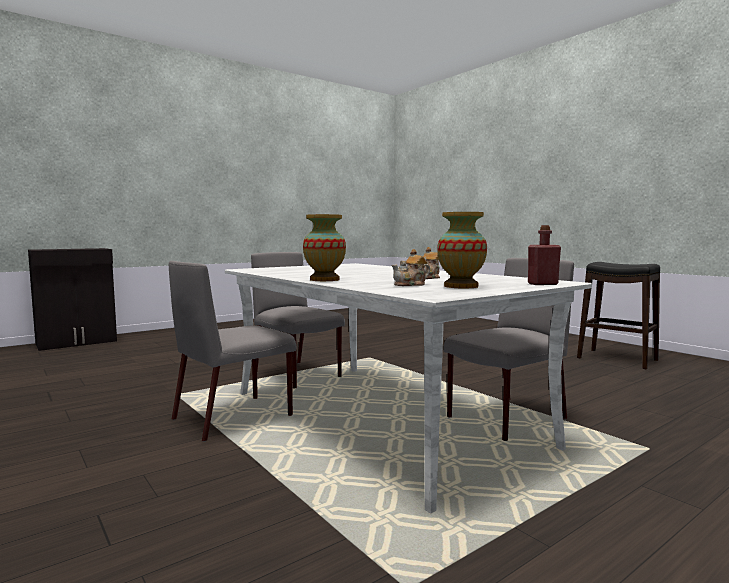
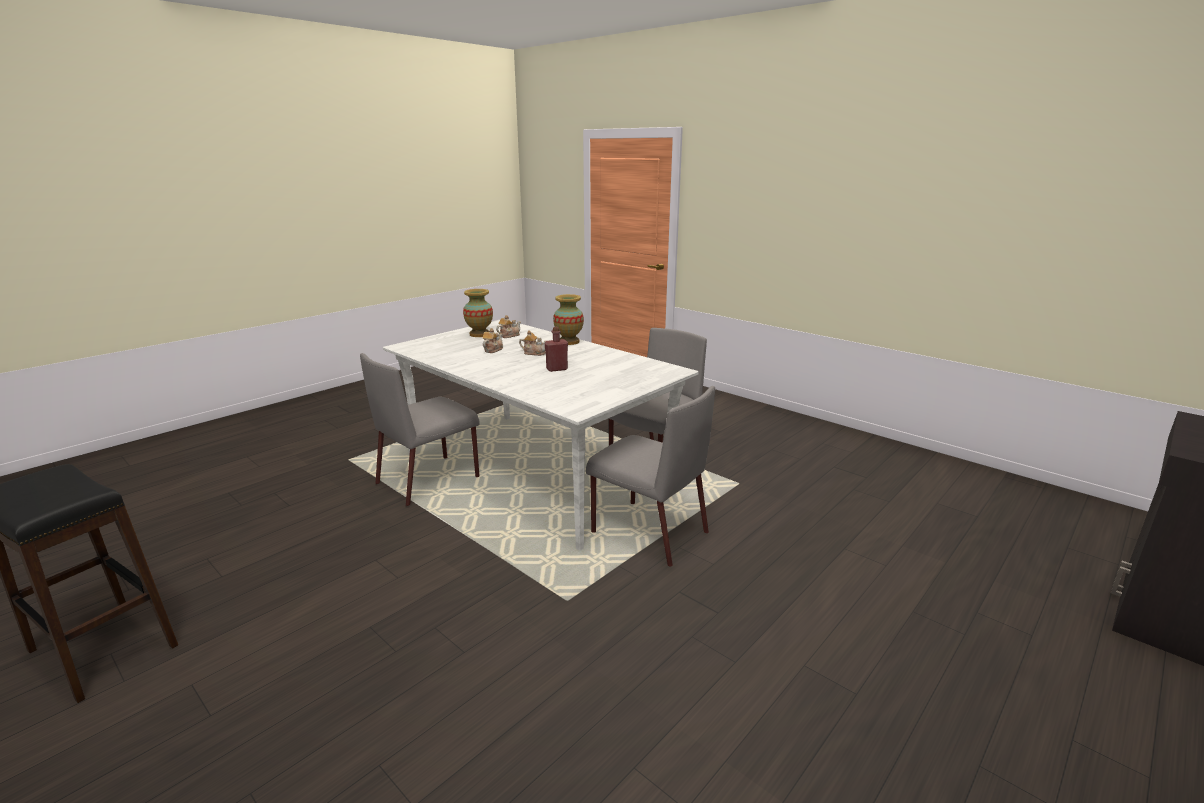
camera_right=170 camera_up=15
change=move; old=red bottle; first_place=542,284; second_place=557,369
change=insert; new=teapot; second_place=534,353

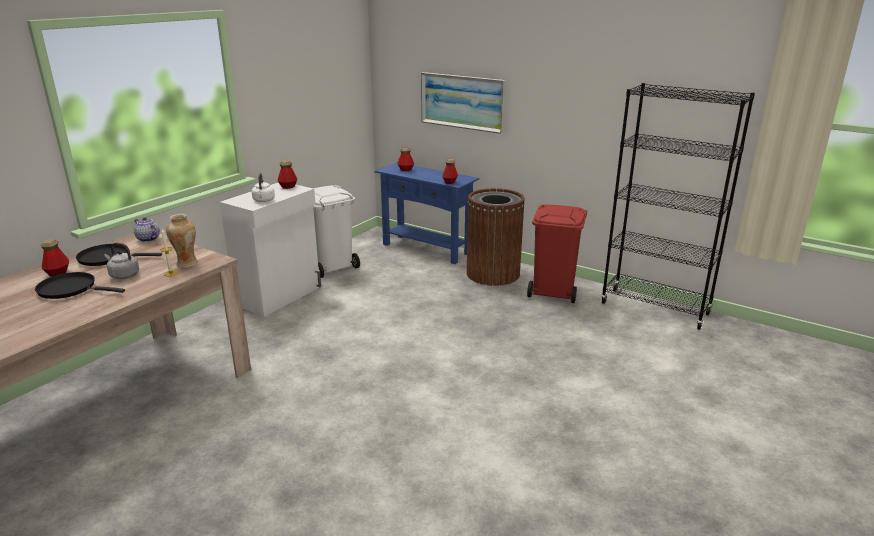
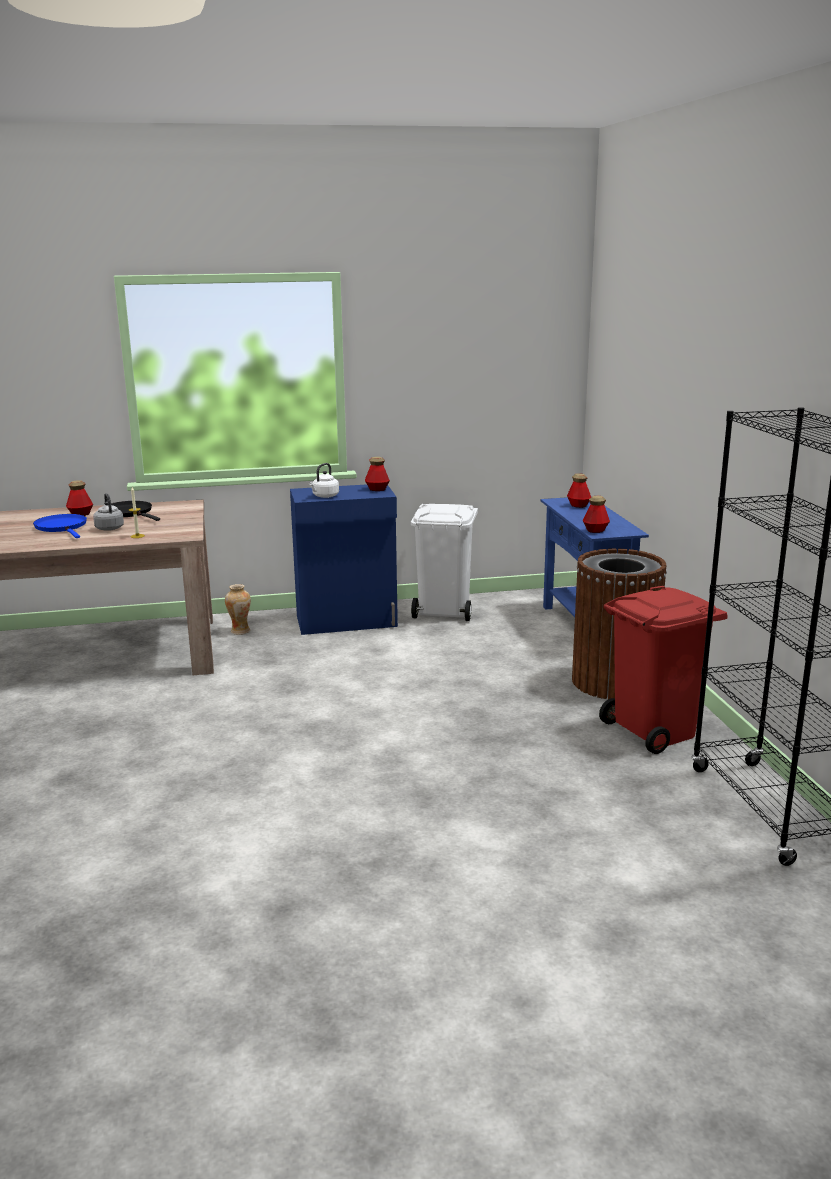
camera_right=45 camera_up=-5
change=delete; old=picture; first_place=462,101
change=recolor; old=white cabinet; new=blue cabinet; first_place=280,296; second_place=347,621
change=move; old=vase; first_place=187,263; second_place=240,631
change=delete; old=teapot; first_place=147,239
change=recolor; old=black frying pan; new=blue frying pan; first_place=71,289; second_place=62,527

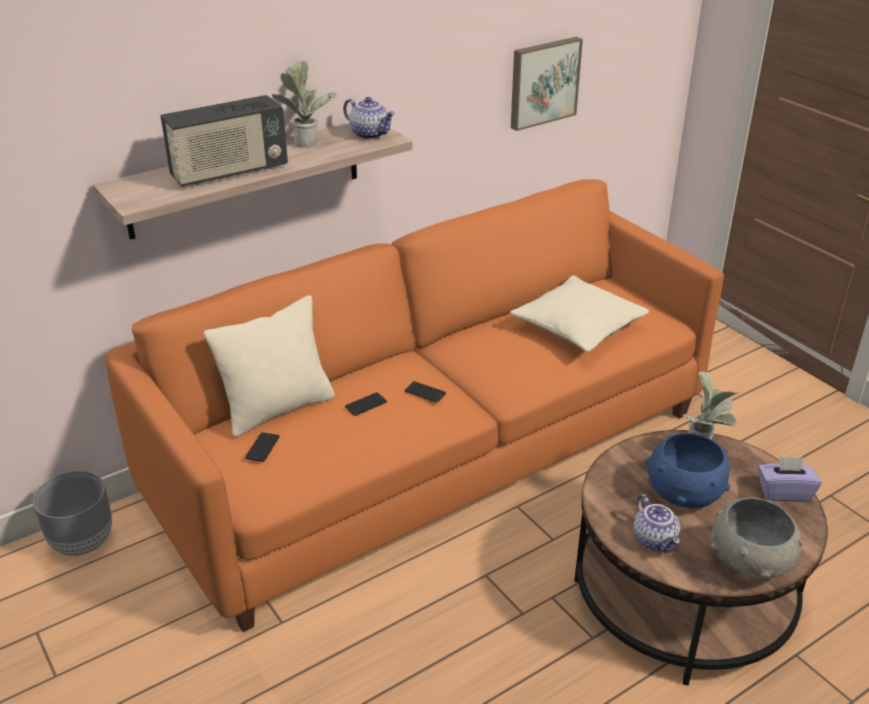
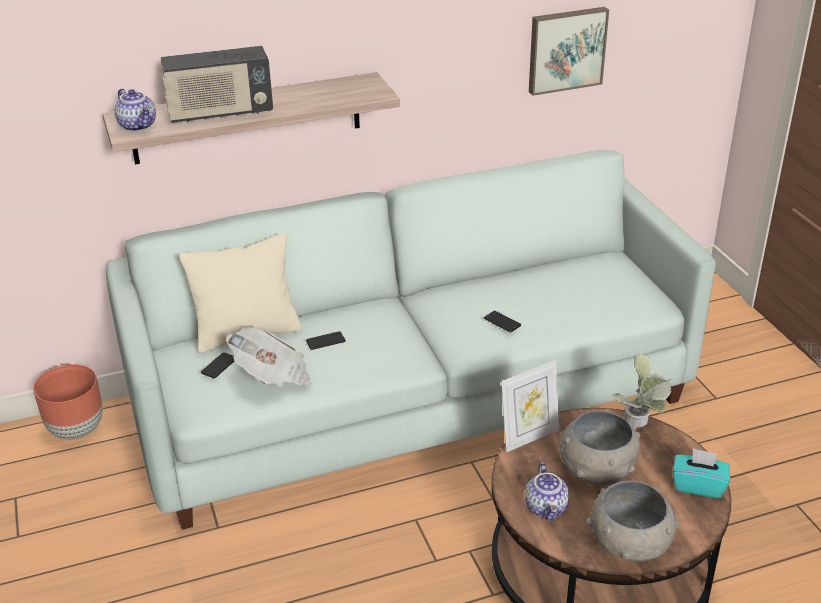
camera_right=15 camera_up=0
change=delete; old=potted plant; first_place=306,141
change=move; old=teapot; first_place=370,134; second_place=139,126
change=recolor; old=orange sofa; new=white sofa; first_place=434,454; second_place=412,401
change=delete; old=beige pillow; first_place=578,327
change=move; old=phone; first_place=425,392; second_place=502,322
change=recolor; old=blue bowl; new=grey bowl; first_place=684,493; second_place=596,470
change=recolor; old=purple tissue box; new=turquoise tissue box; first_place=784,492; second_place=698,485
change=recolor; old=grey planter; new=brown planter; first_place=83,543; second_place=77,429
change=insert; new=newspaper; second_place=273,376
change=insert; new=picture frame; second_place=528,437

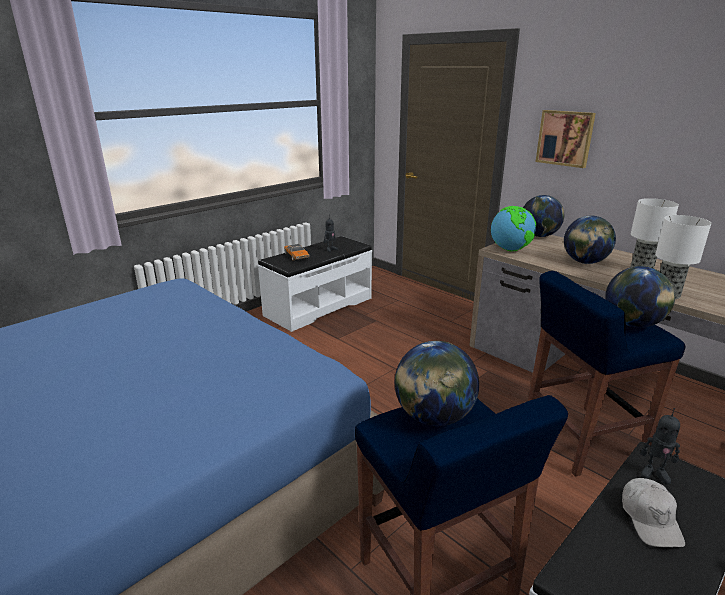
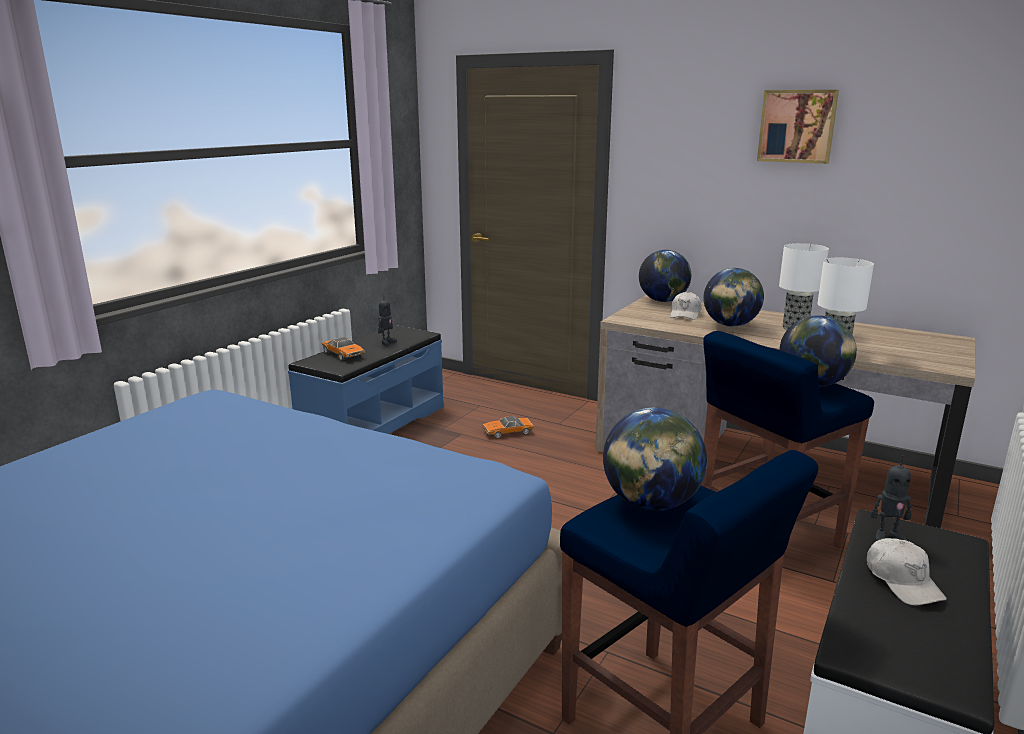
camera_right=-15 camera_up=-5
change=move; old=picture; first_place=565,138; second_place=797,126
change=delete; old=globe; first_place=510,250
change=recolor; old=white bench; new=blue bench; first_place=318,306; second_place=373,425
change=insert; new=white cap; second_place=685,314
change=insert; new=toy car; second_place=507,432

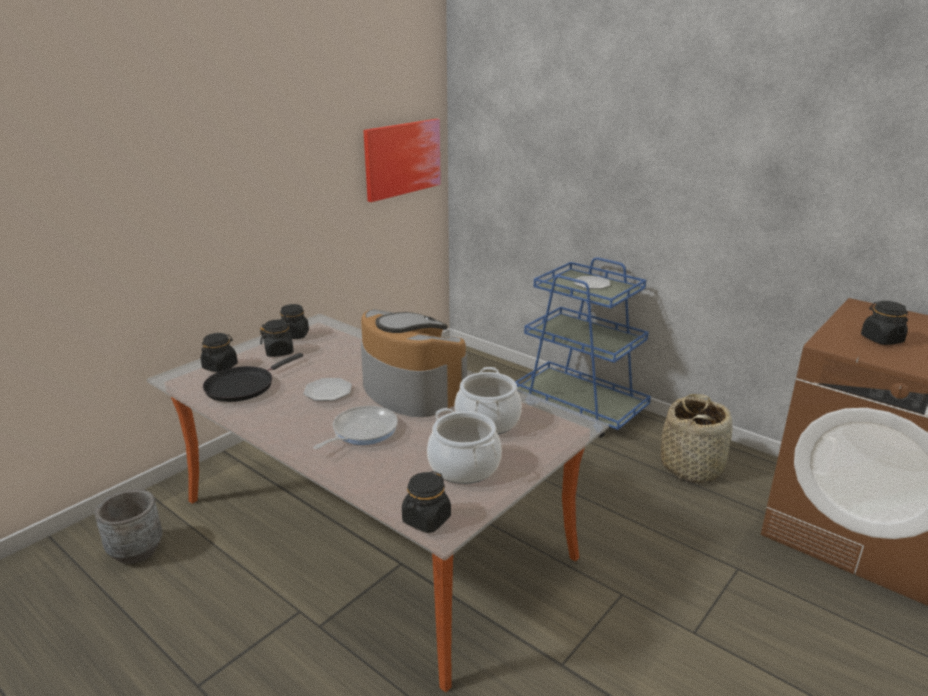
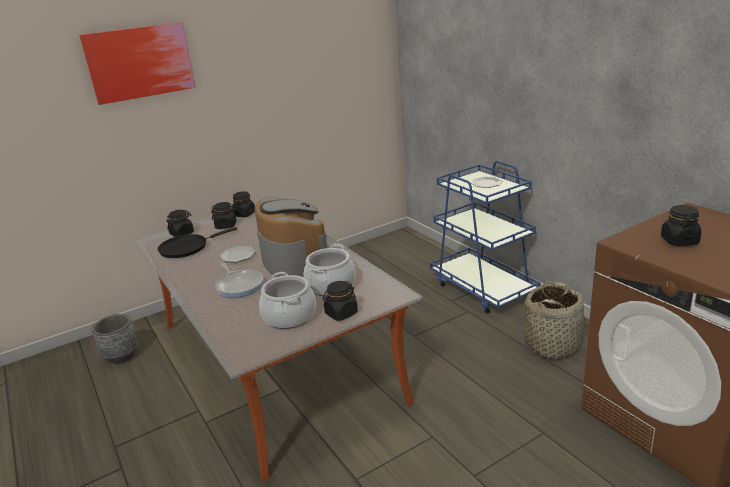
camera_right=20 camera_up=0
change=move; old=picture; first_place=402,158; second_place=140,62
change=rotate; old=frying pan; first_place=362,431; second_place=239,285; degrees=90
change=move; old=black jar; first_place=426,520; second_place=341,313

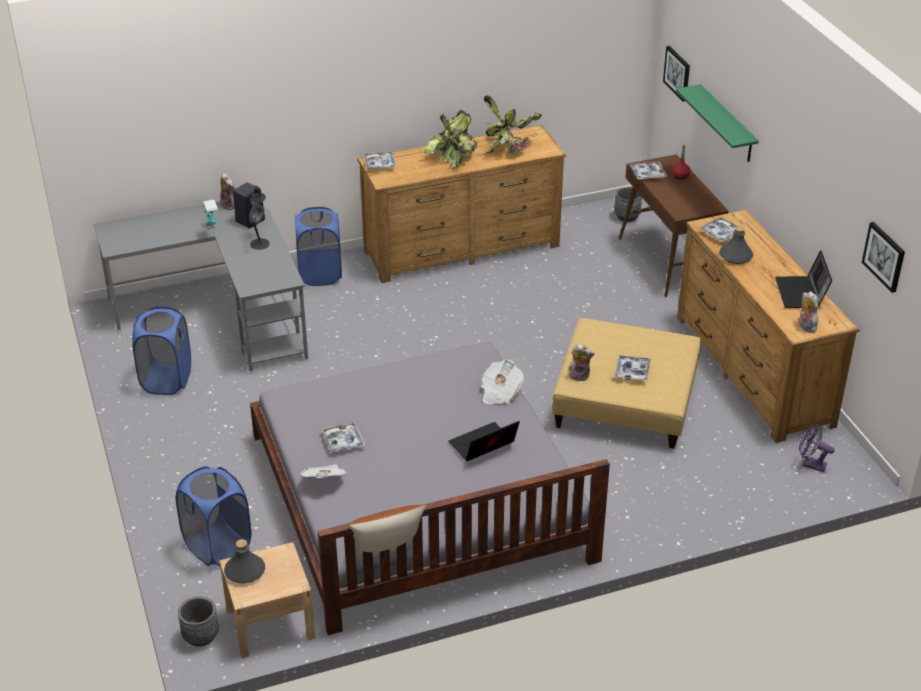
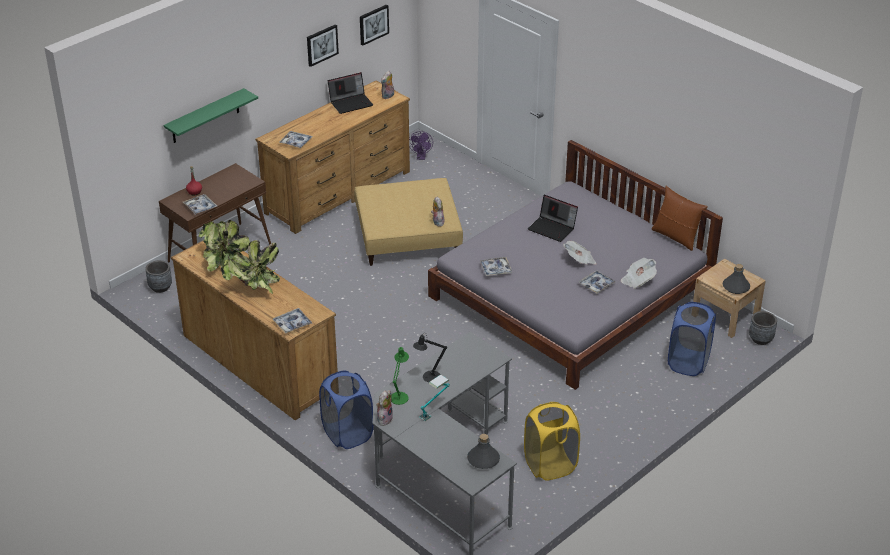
camera_right=-115 camera_up=0
change=move; old=picture; first_place=677,73; second_place=321,45
change=replace; old=black speaker; new=green table lamp; first_place=250,220; second_place=400,396
change=move; old=grey bottle; first_place=736,256; second_place=483,459
change=recolor; old=blue laundry basket; new=yellow laundry basket; first_place=166,380; second_place=550,465
change=move; old=tray; first_place=632,371; second_place=495,269
change=move; old=newspaper; first_place=500,392; second_place=579,260

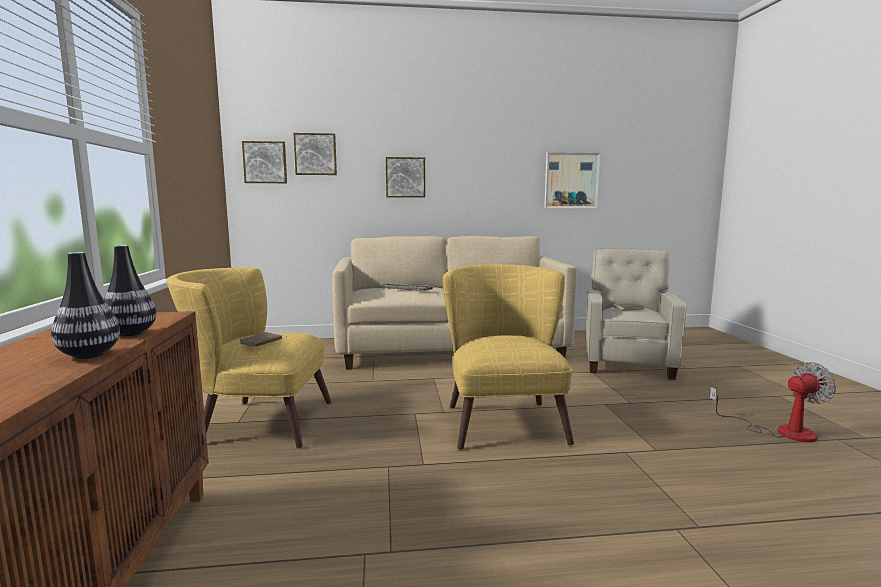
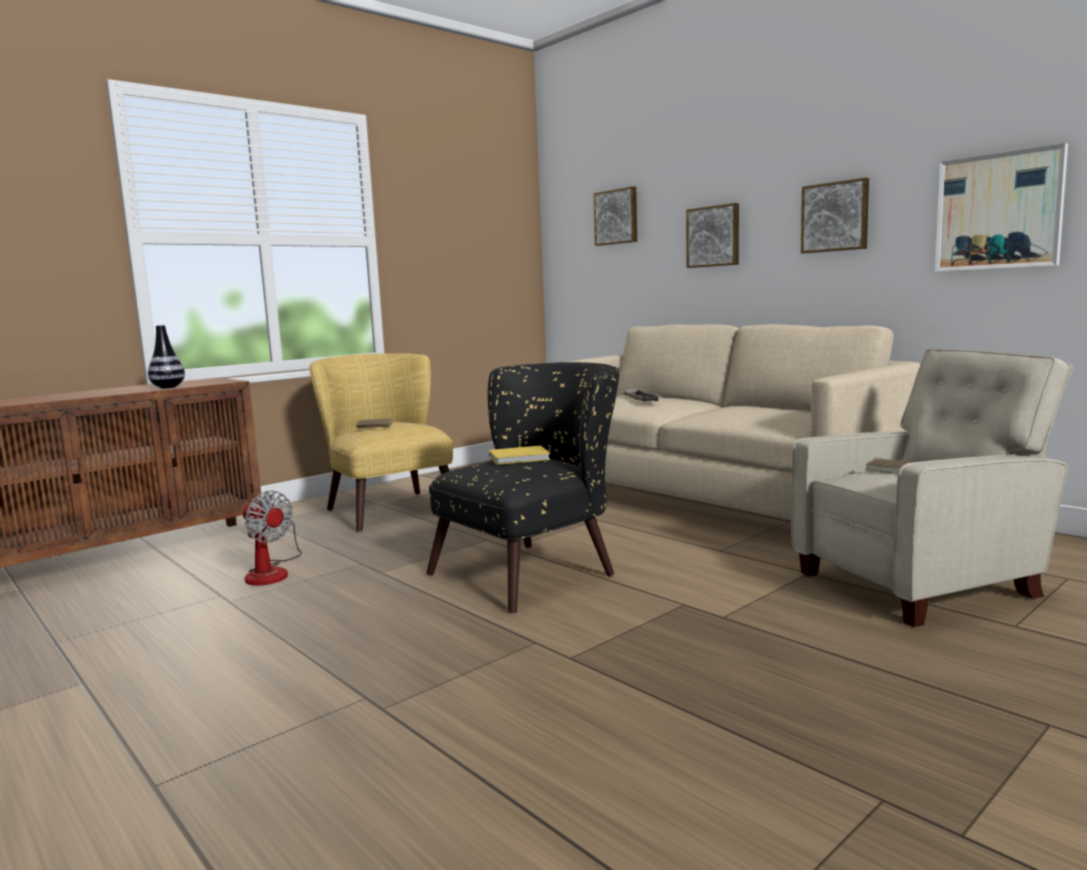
camera_right=55 camera_up=0
change=move; old=picture; first_place=265,162; second_place=835,217
change=delete; old=vase; first_place=89,355
change=recolor; old=yellow armchair; new=black armchair; first_place=502,418; second_place=537,571
change=move; old=fan; first_place=781,431; second_place=272,572
change=insert; new=yellow book; second_place=521,458

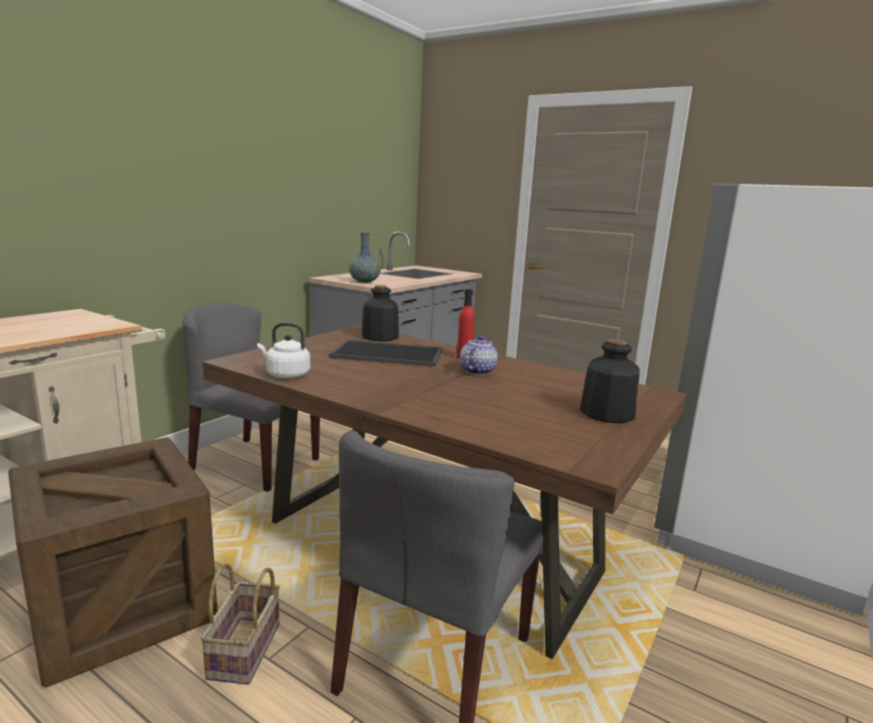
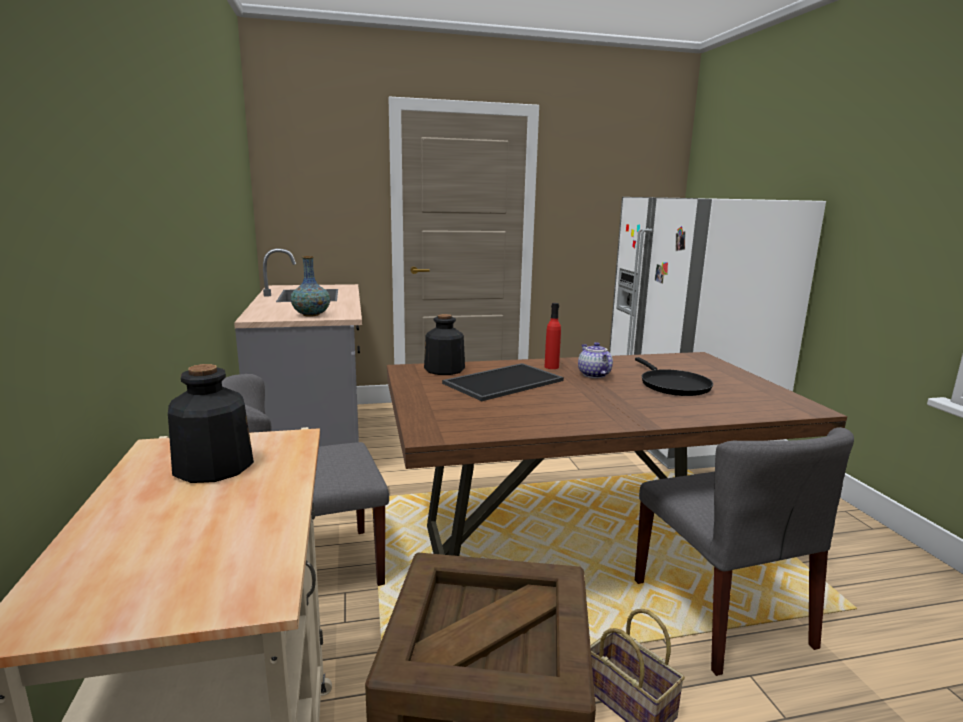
camera_right=-45 camera_up=0
change=delete; old=white kettle; first_place=285,375
change=move; old=bottle; first_place=606,413; second_place=212,467
change=insert; new=black frying pan; second_place=672,385

